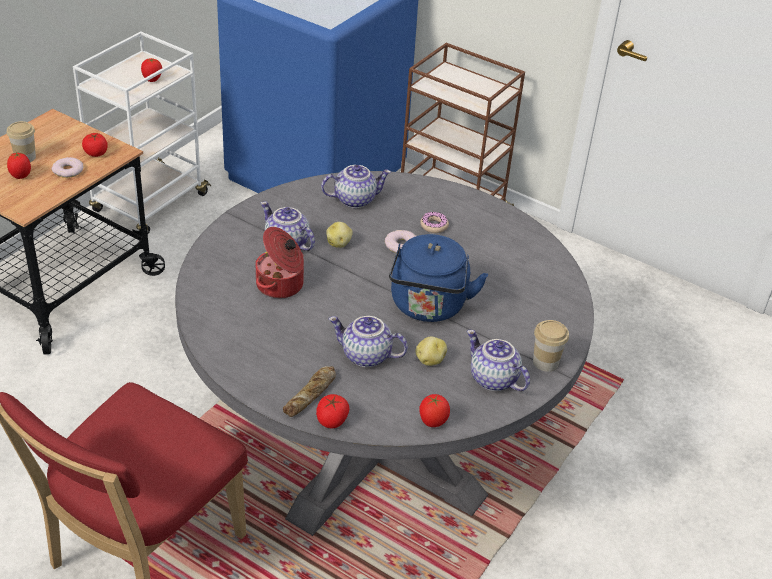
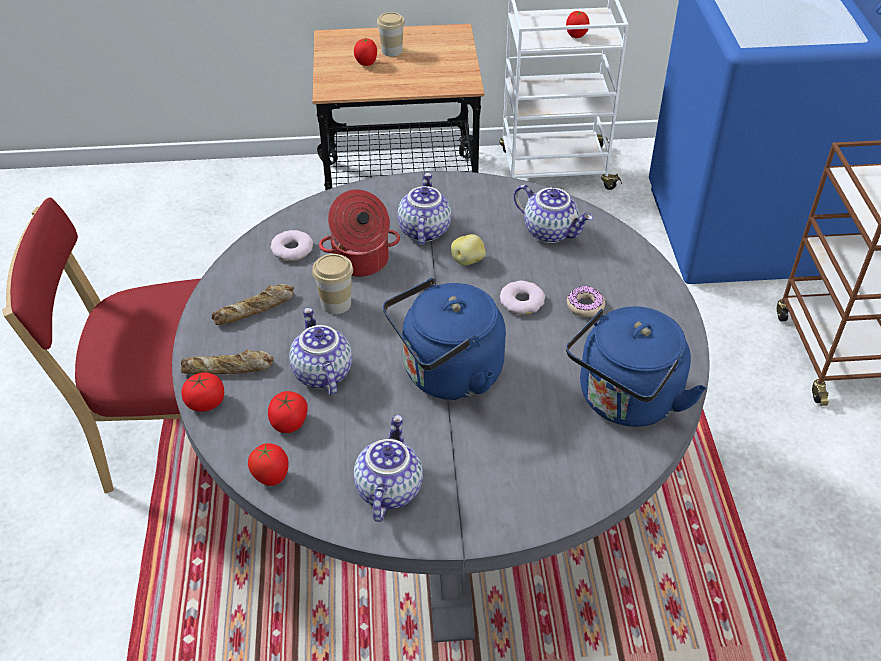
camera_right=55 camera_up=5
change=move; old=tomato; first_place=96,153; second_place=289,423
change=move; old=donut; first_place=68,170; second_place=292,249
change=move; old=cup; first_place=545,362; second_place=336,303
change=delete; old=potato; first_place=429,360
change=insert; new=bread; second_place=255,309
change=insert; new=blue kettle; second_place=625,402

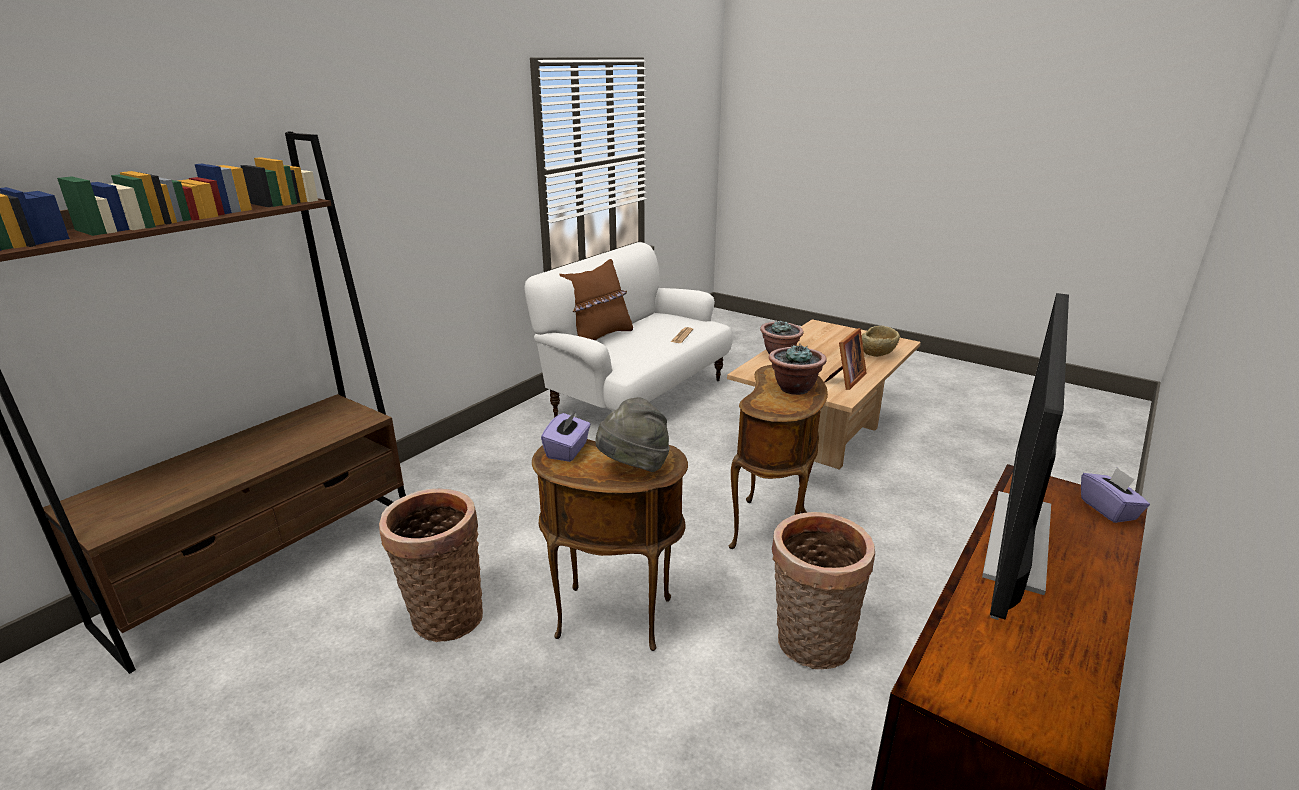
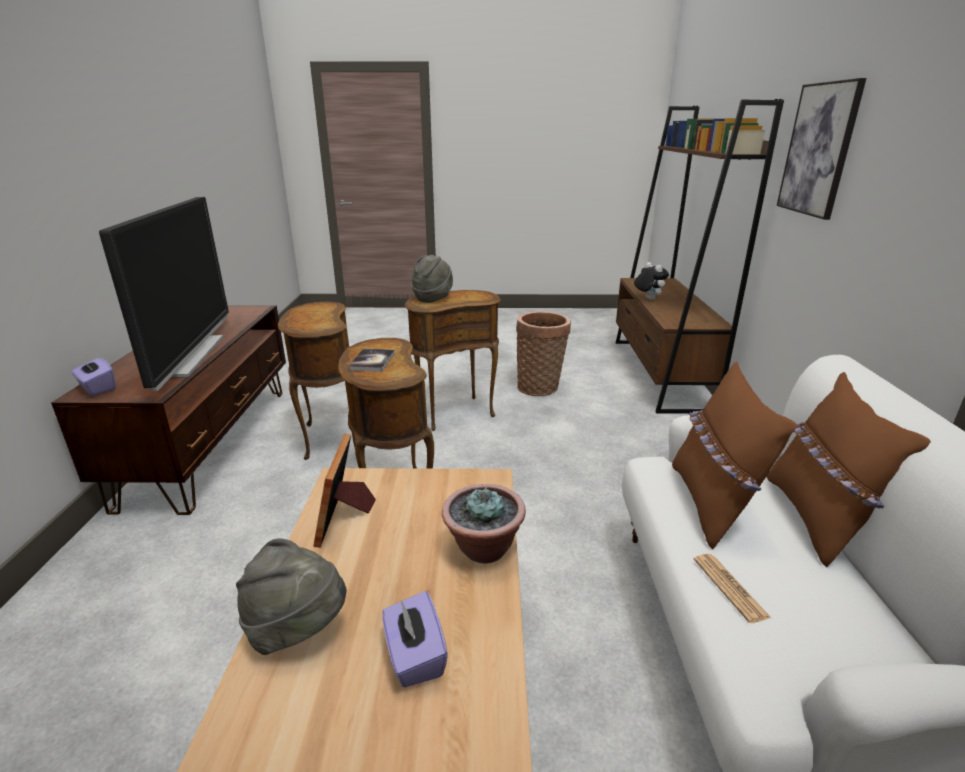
camera_right=145 camera_up=0
change=replace; old=beige bowl; new=grey hat; first_place=877,355; second_place=298,629
change=replace; old=potted plant; new=book; first_place=794,388; second_place=372,361
change=move; old=purple tissue box; first_place=568,450; second_place=414,656
change=replace; old=basket; new=brown side table; first_place=810,645; second_place=330,439
change=insert; new=picture; second_place=818,149
change=insert; new=plush toy; second_place=648,299
change=insert; new=brown pillow; second_place=712,504

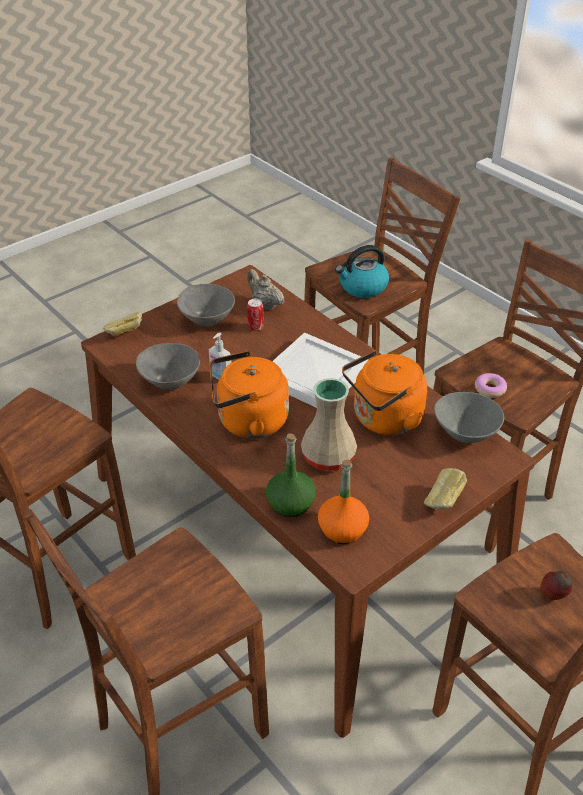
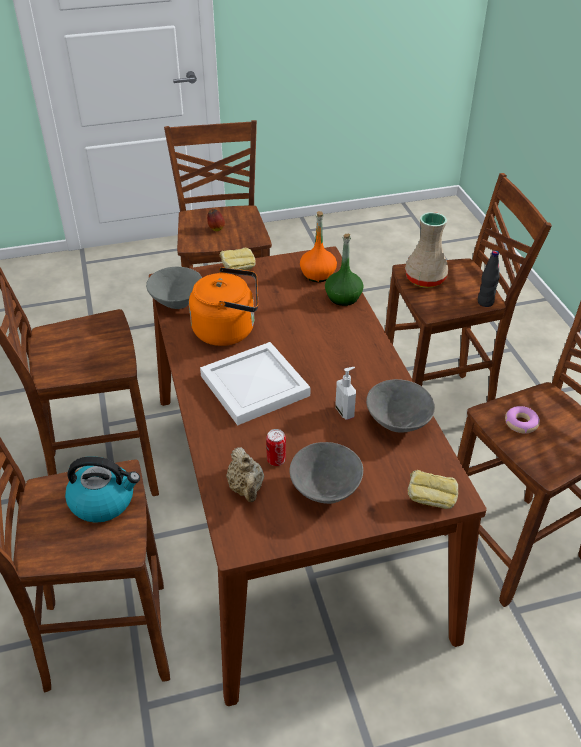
camera_right=-155 camera_up=0
change=delete; old=orange kettle; first_place=248,421
change=move; old=donut; first_place=490,389; second_place=521,423
change=move; old=beige vase; first_place=329,457; second_place=424,279
change=insert; new=black bottle; second_place=485,302

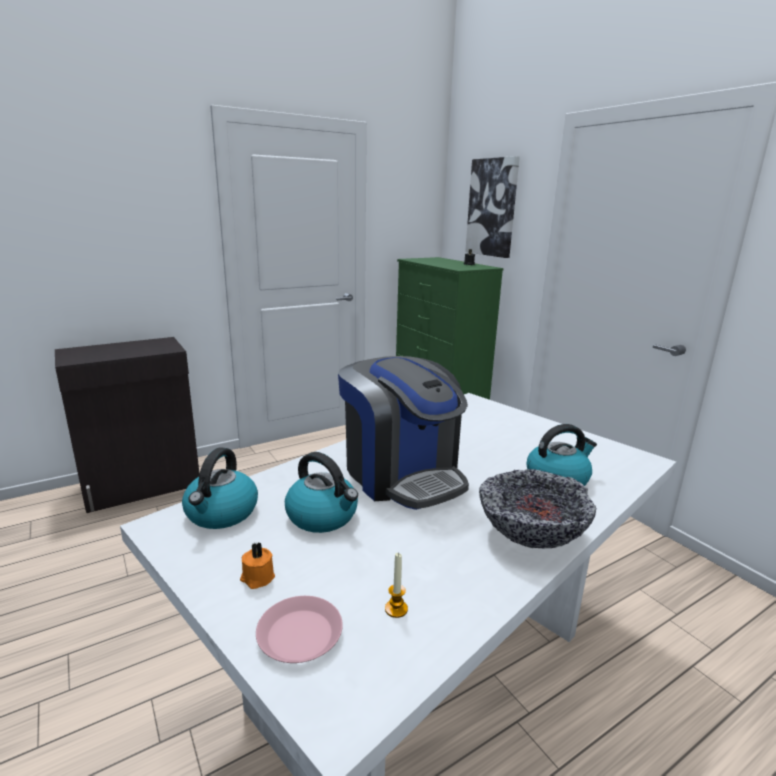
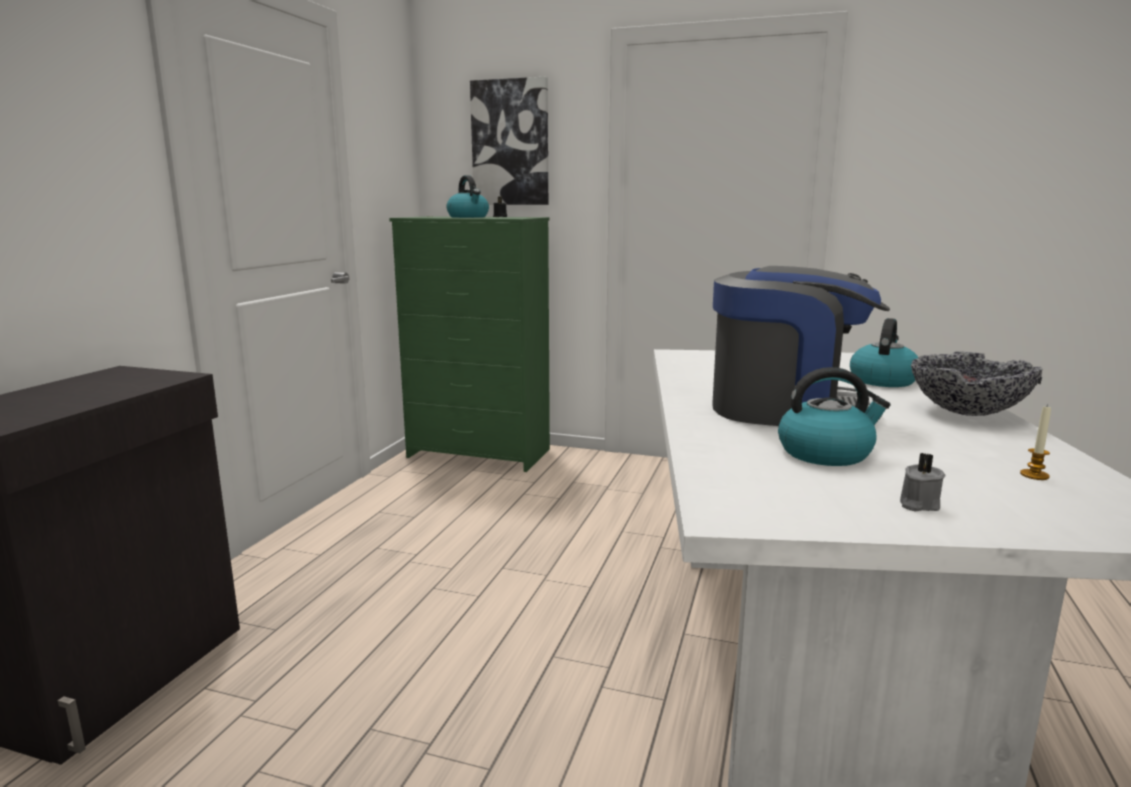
camera_right=-40 camera_up=-5
change=move; old=kettle; first_place=221,513; second_place=468,217
change=recolor; old=orange candle; new=grey candle; first_place=257,578; second_place=917,504
change=delete; old=pink plate; first_place=300,635

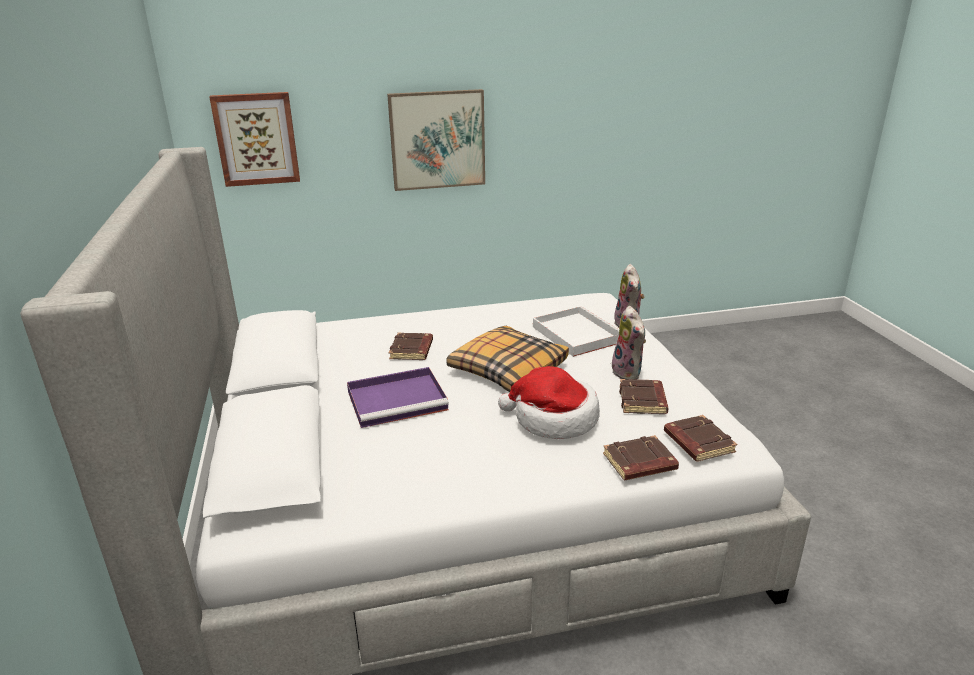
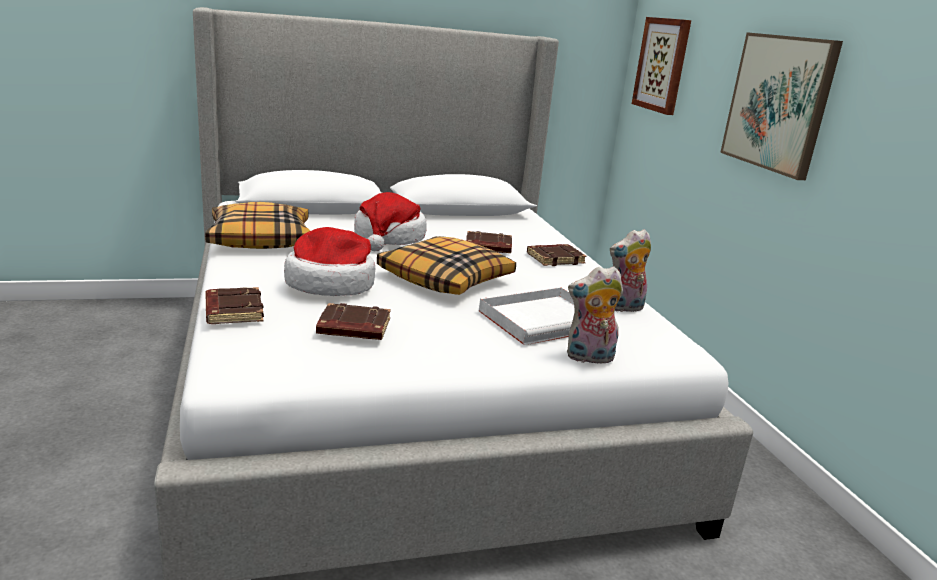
camera_right=85 camera_up=-5
change=move; old=plush toy; first_place=629,373; second_place=623,308
change=replace; old=purple tray; new=hat; first_place=399,400; second_place=389,238
change=move; old=brown book; first_place=697,442; second_place=555,259
change=insert; new=pillow; second_place=260,239

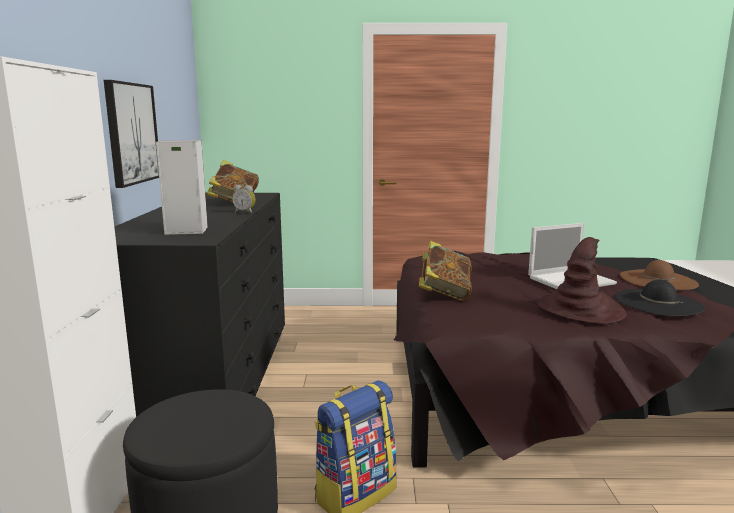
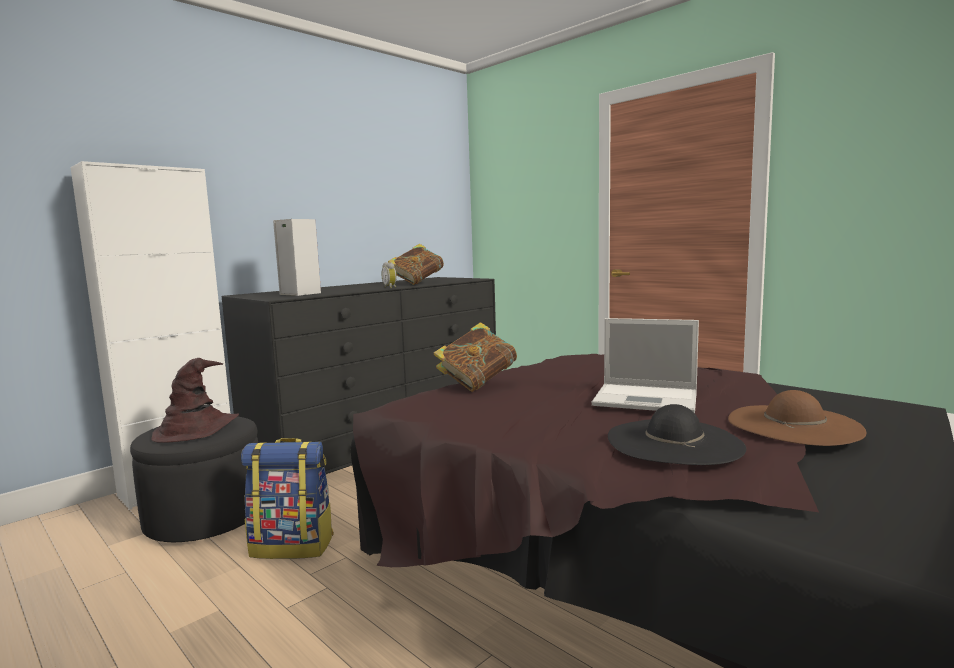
camera_right=45 camera_up=-5
change=delete; old=picture; first_place=131,133
change=move; old=brown hat; first_place=580,309; second_place=196,429

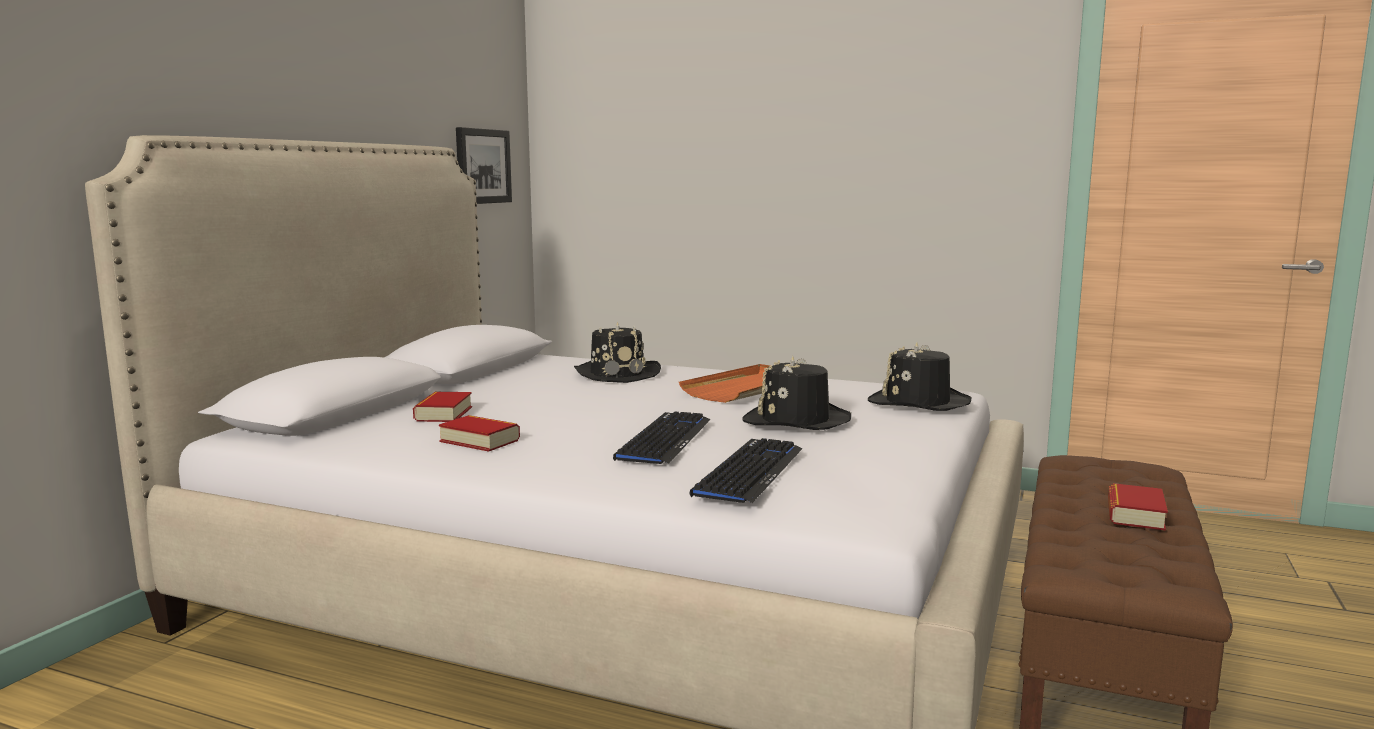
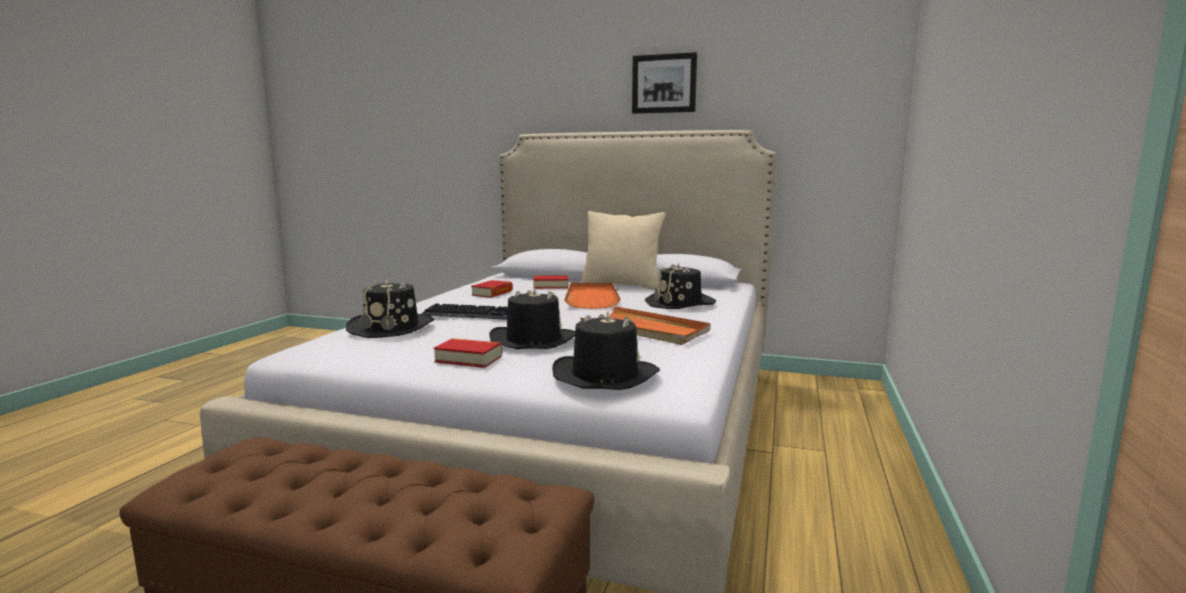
camera_right=85 camera_up=0
change=move; old=picture; first_place=482,166; second_place=664,84
change=replace; old=keyboard; new=black hat; first_place=749,472; second_place=392,327
change=move; old=book; first_place=1135,514; second_place=468,359
change=insert; new=beige pillow; second_place=621,285
change=insert; new=orange tray; second_place=592,298

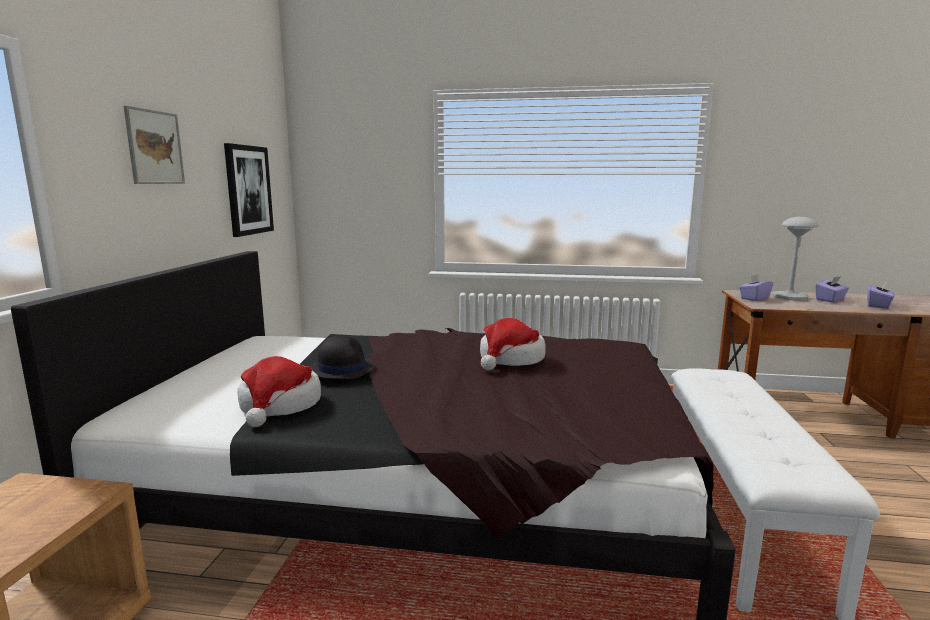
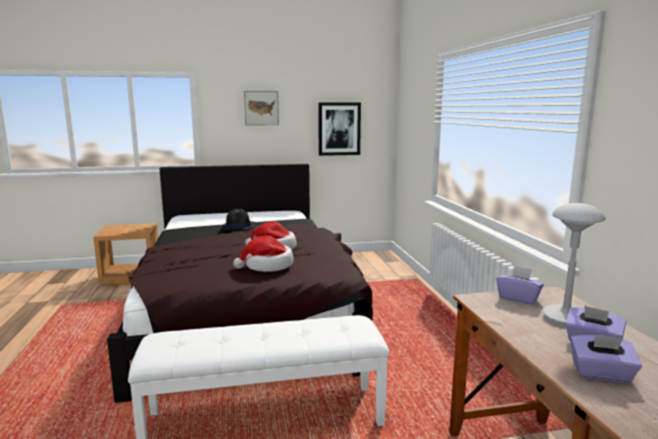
camera_right=70 camera_up=0
change=move; old=hat; first_place=280,406; second_place=267,266

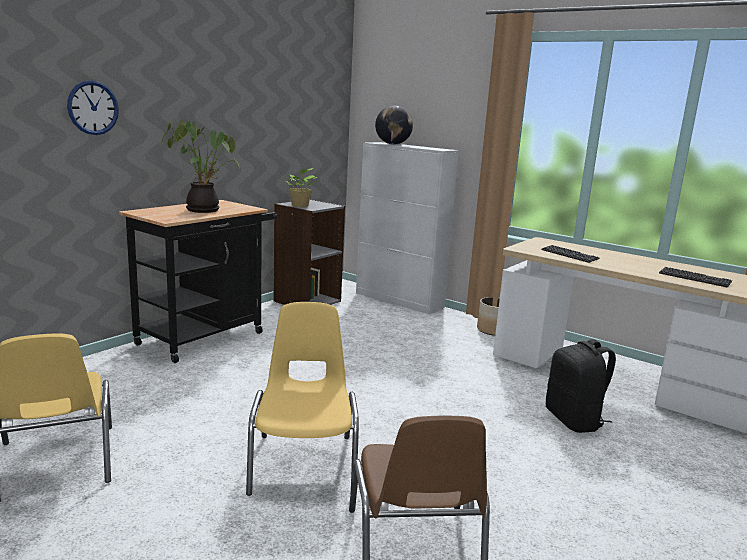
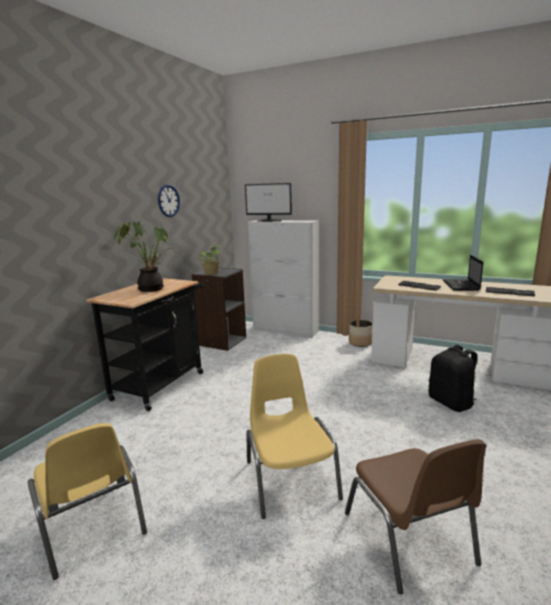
camera_right=-10 camera_up=0
change=move; old=wall clock; first_place=93,108; second_place=168,201
change=replace; old=globe; new=monitor; first_place=393,144; second_place=269,221
change=insert; new=laptop; second_place=461,286

